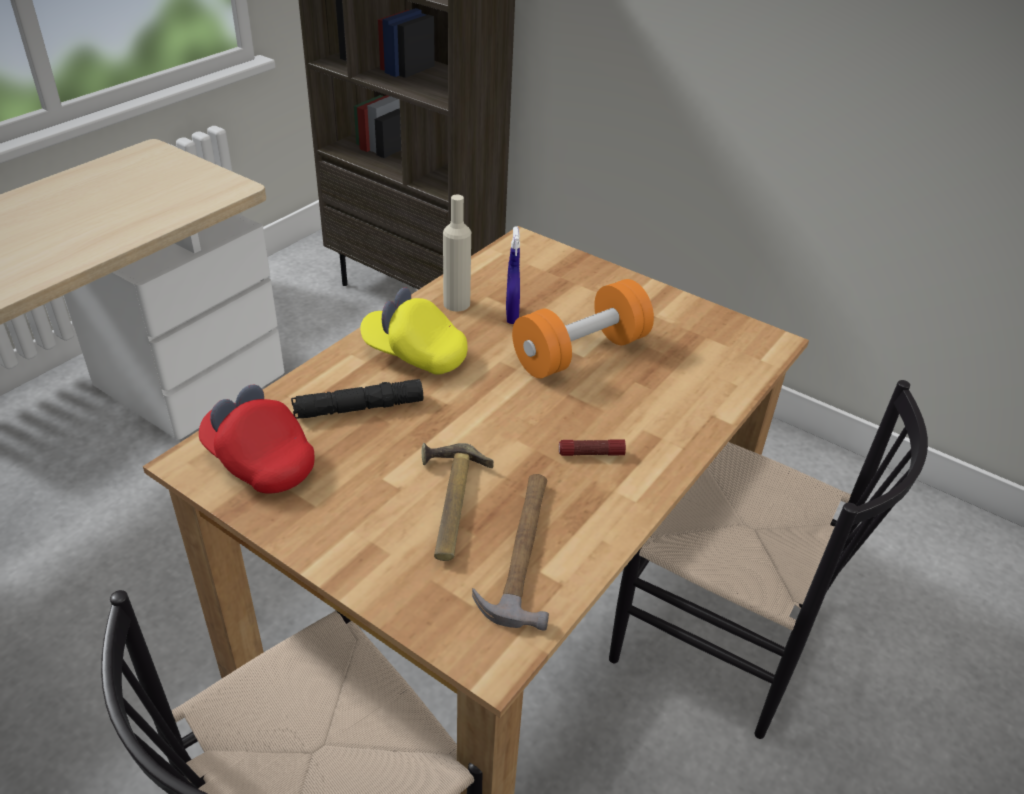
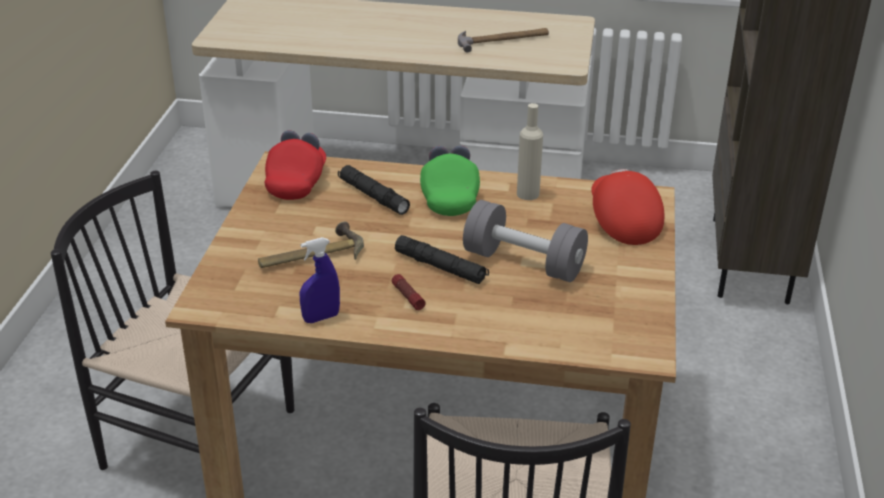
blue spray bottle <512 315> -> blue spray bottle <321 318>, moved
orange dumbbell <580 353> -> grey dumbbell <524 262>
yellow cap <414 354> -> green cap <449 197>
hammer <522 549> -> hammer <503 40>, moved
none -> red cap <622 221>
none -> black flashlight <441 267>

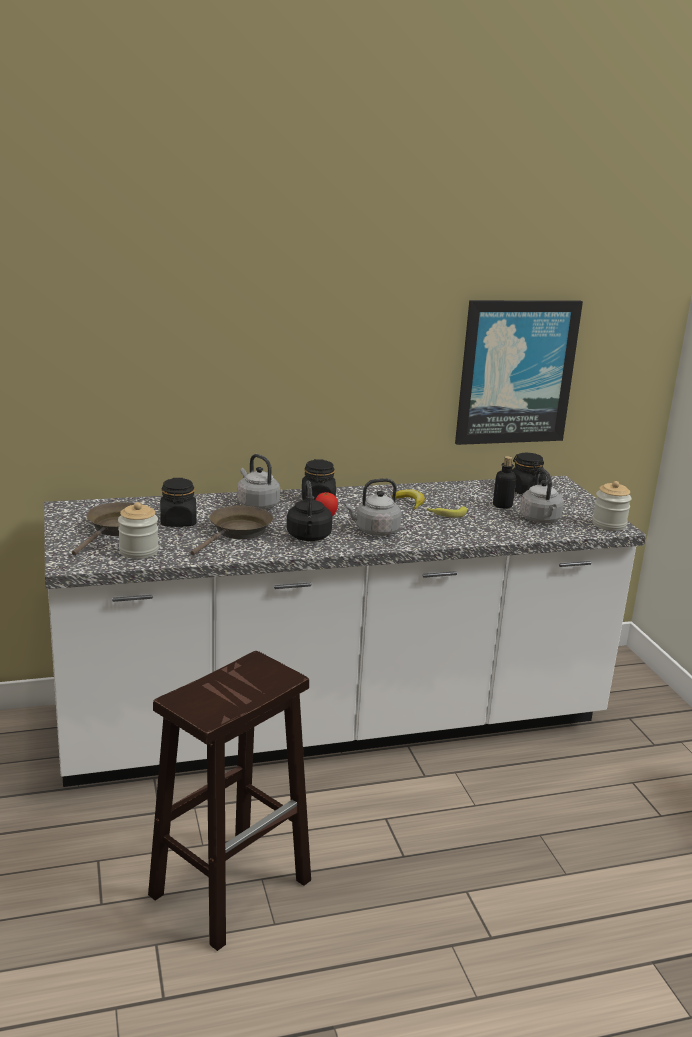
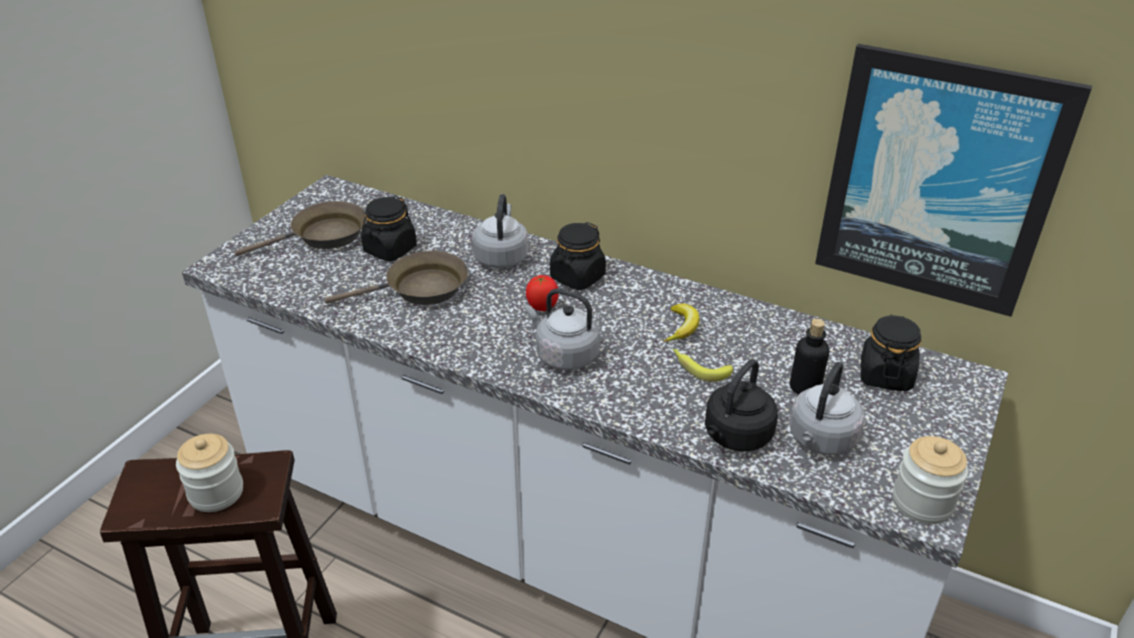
black kettle <309 537> -> black kettle <735 436>, moved
jar <138 551> -> jar <216 493>, moved

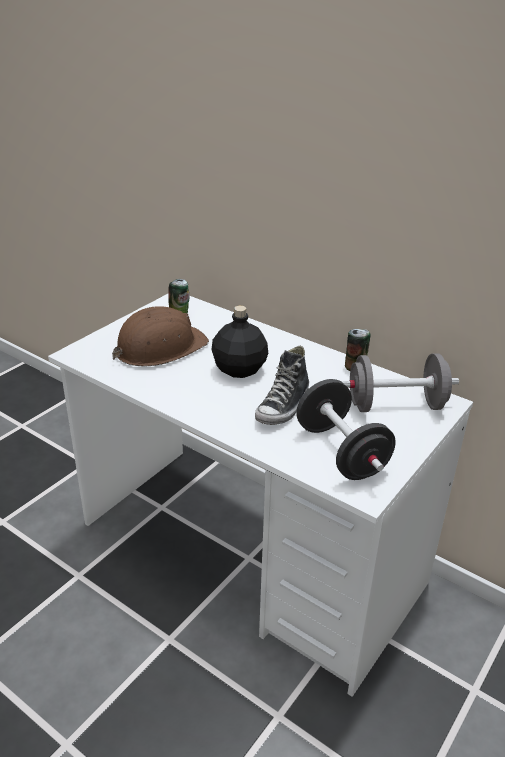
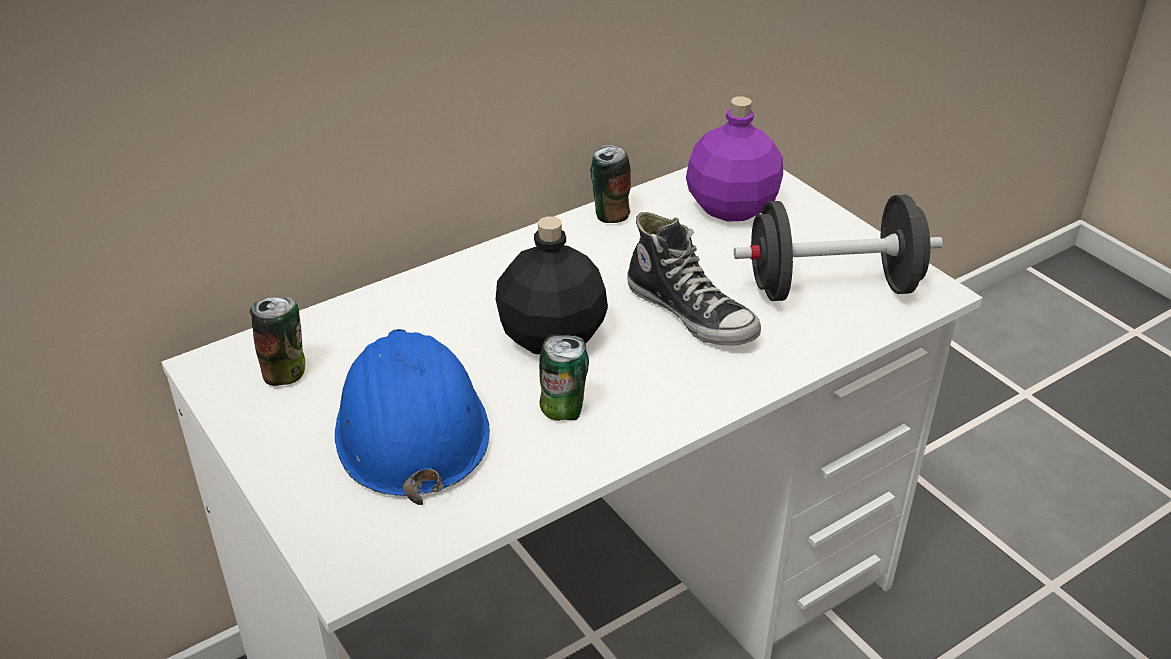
brown hard hat <159 348> -> blue hard hat <410 426>
grey dumbbell <395 405> -> purple bottle <732 208>
none -> can <563 411>

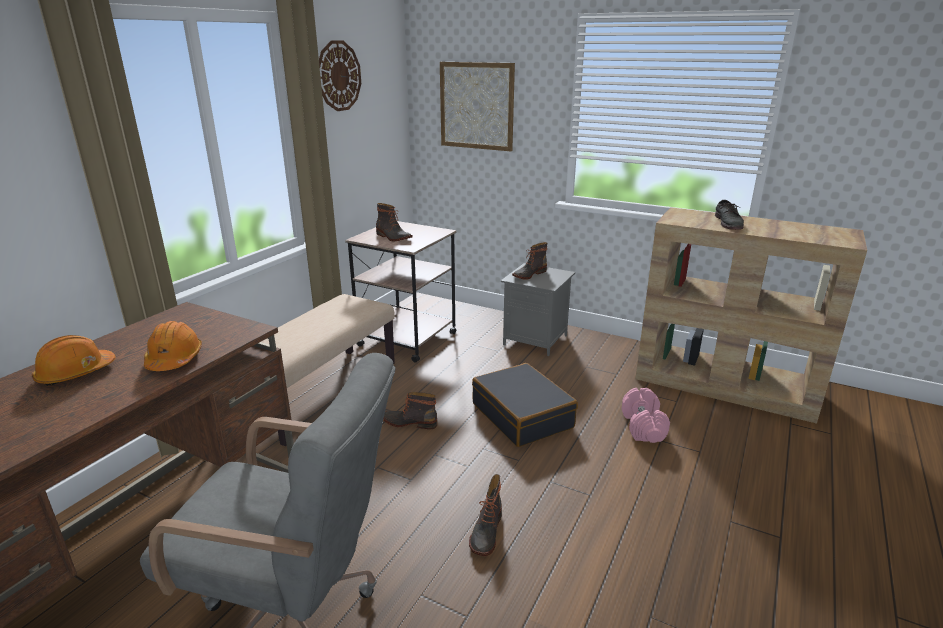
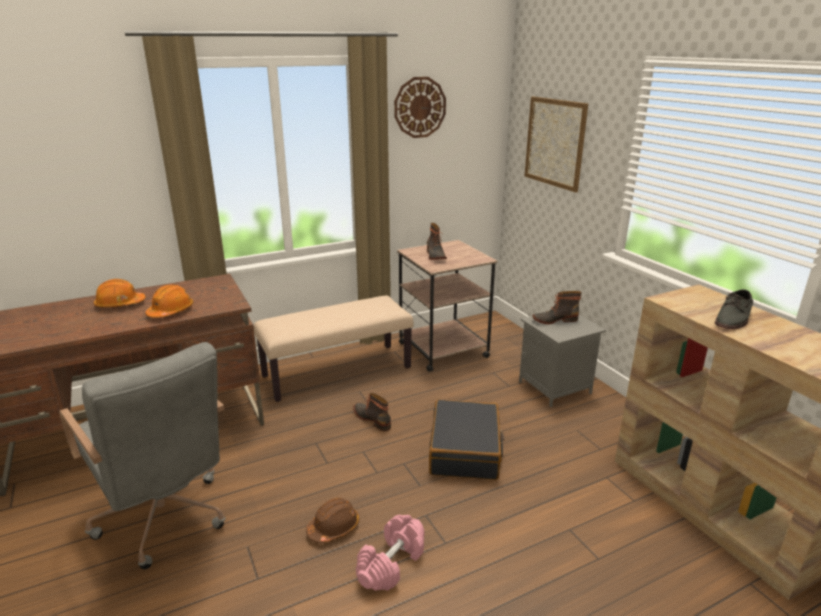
pink dumbbell <643 426> -> pink dumbbell <391 564>, moved
boot <485 532> -> brown hard hat <333 528>

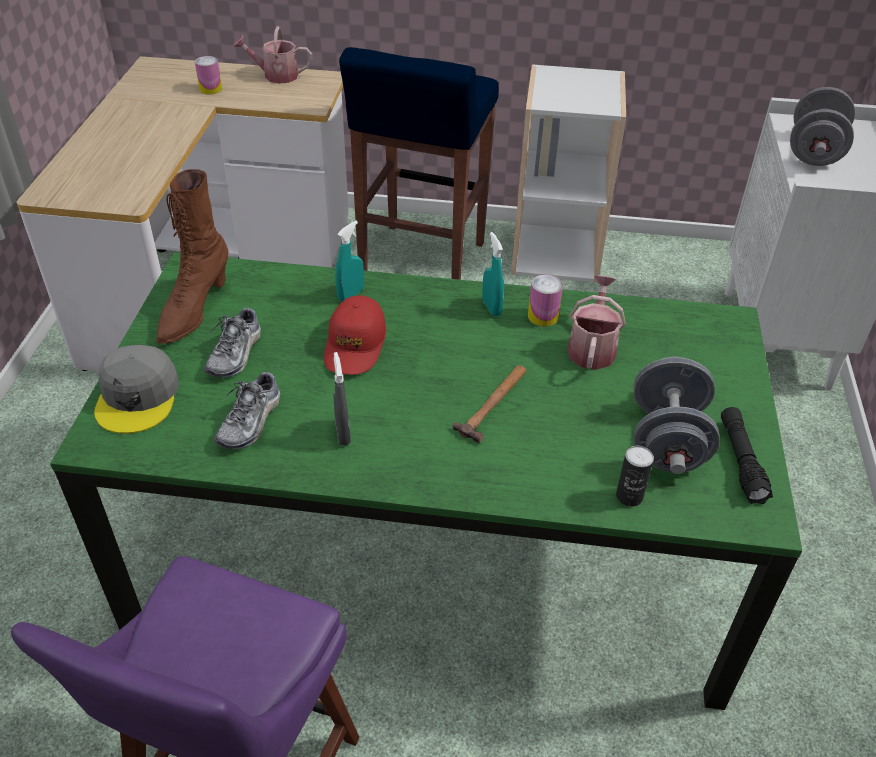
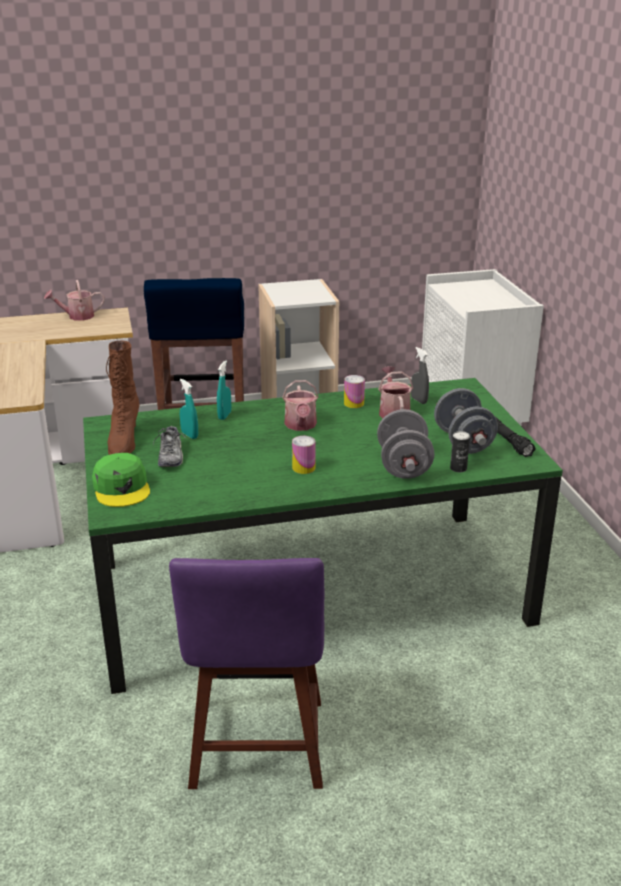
can <210 89> -> can <303 468>, moved
grey dumbbell <814 152> -> grey dumbbell <403 466>, moved
turquoise spray bottle <491 308> -> turquoise spray bottle <189 435>, moved
red cap <355 345> -> none
grey cap <138 396> -> green cap <122 488>
grey spray bottle <343 433> -> grey spray bottle <418 400>, moved
hammer <494 404> -> none
shoe <250 422> -> none
none -> watering can <301 426>

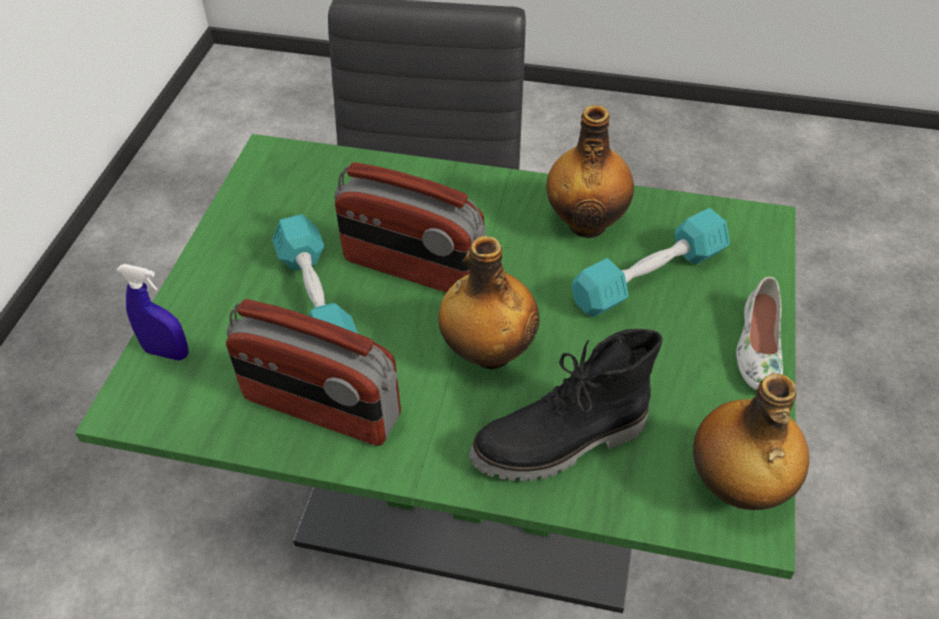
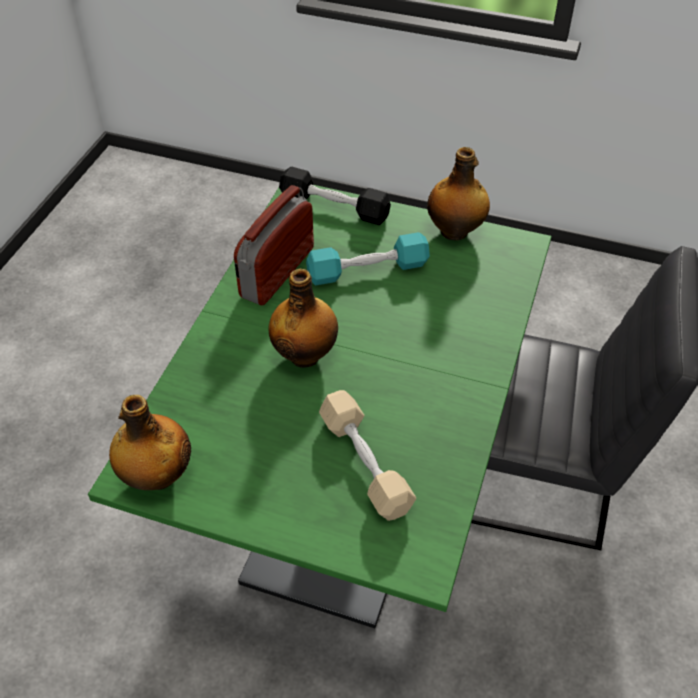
bottle <587 223> -> bottle <455 231>, moved
radio <413 268> -> none
turquoise dumbbell <649 277> -> beige dumbbell <365 463>
blue spray bottle <167 352> -> black dumbbell <334 207>
white shoe <758 347> -> none
black boot <560 445> -> none

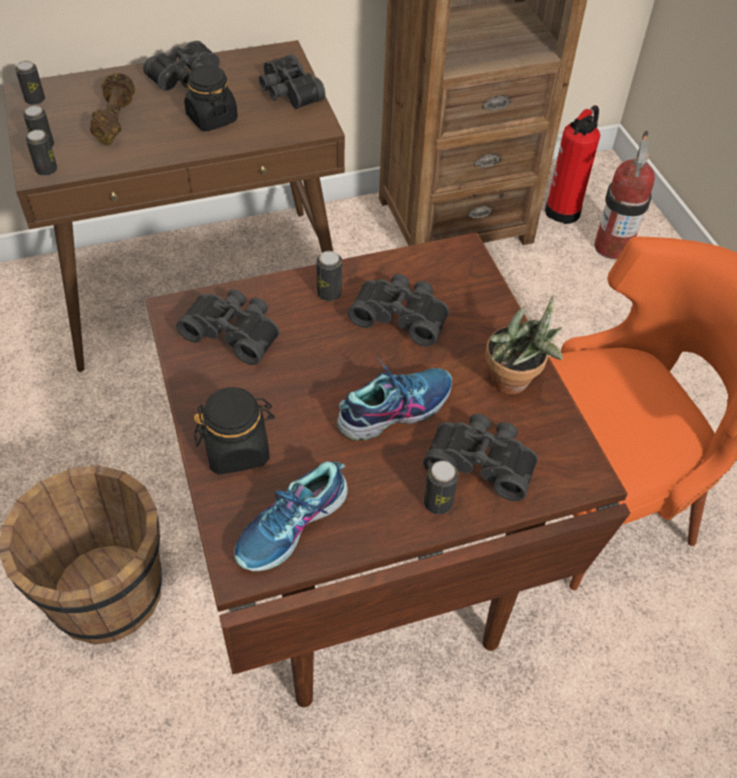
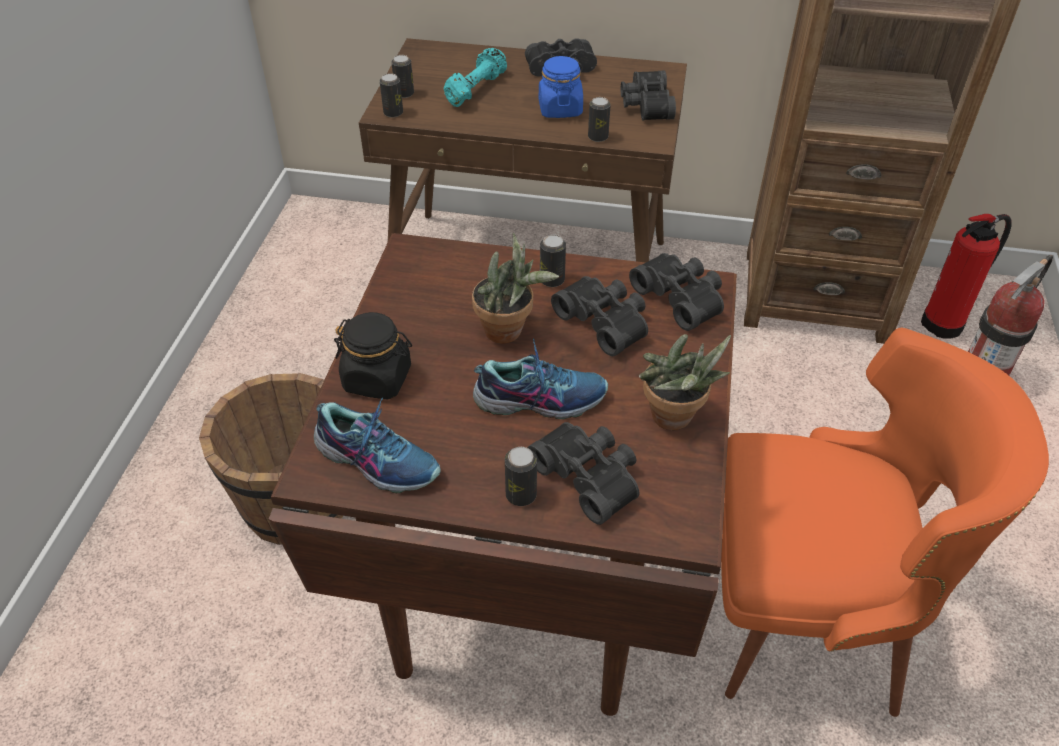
can <35 100> -> can <598 137>, moved
black jar <212 118> -> blue jar <560 109>
brown dumbbell <114 120> -> turquoise dumbbell <475 89>
black binoculars <234 332> -> black binoculars <681 297>, moved
shoe <293 526> -> shoe <378 460>, 135 degrees counterclockwise
none -> potted plant <509 332>

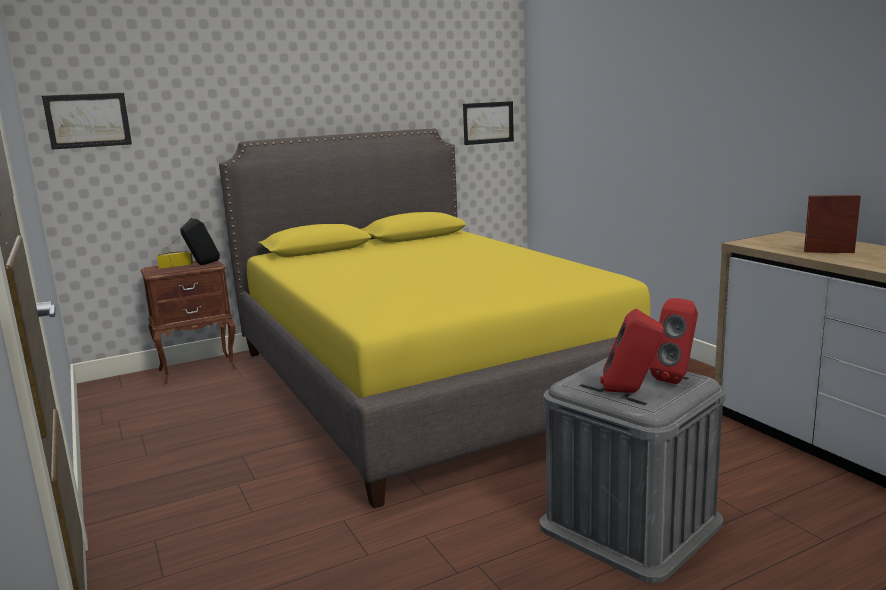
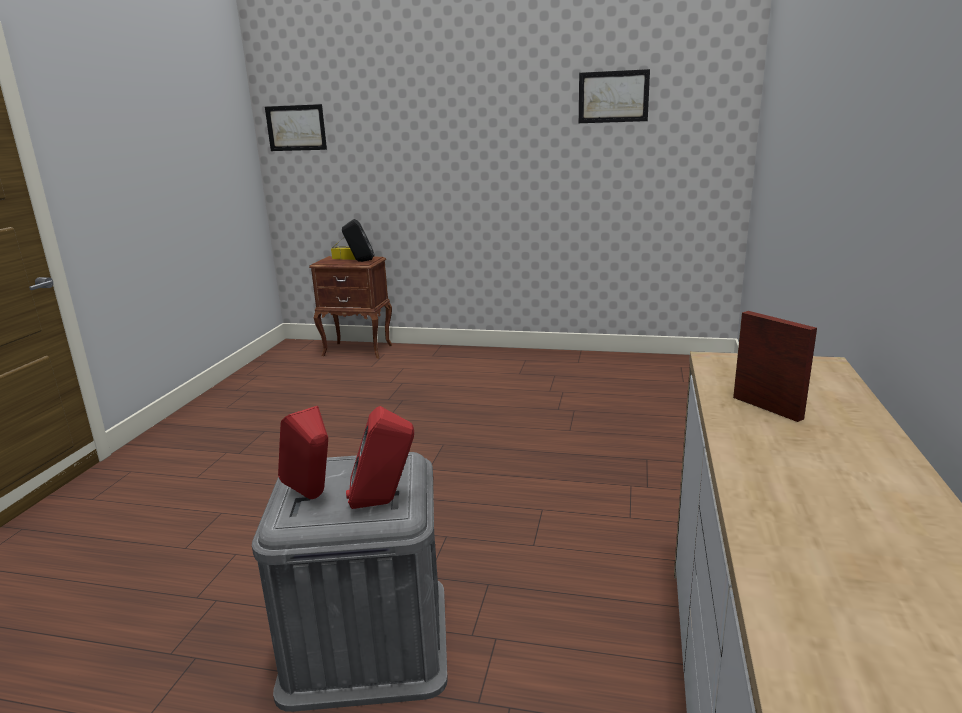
picture <488 123> -> picture <613 96>, moved
yellow bed <426 380> -> none

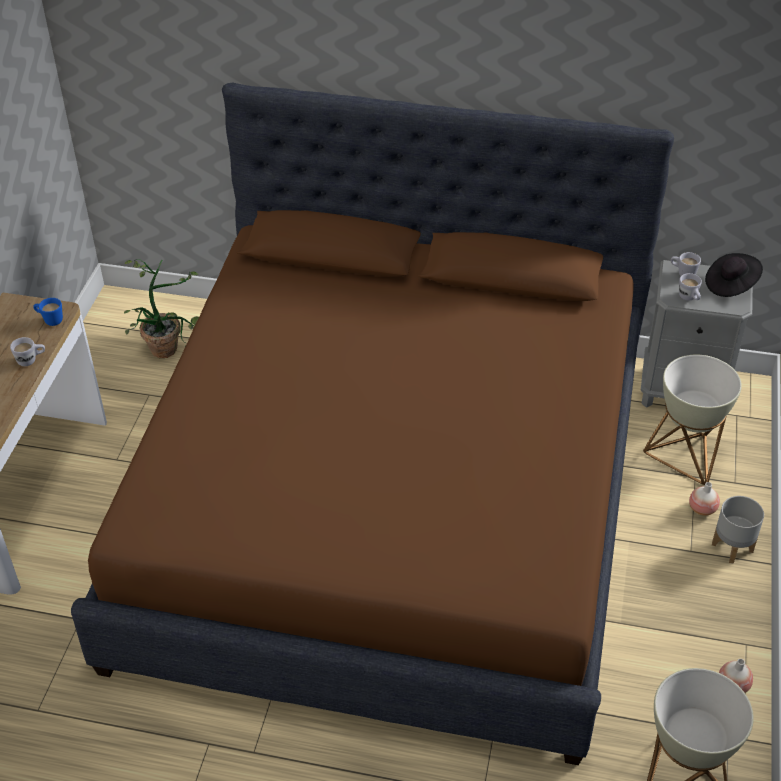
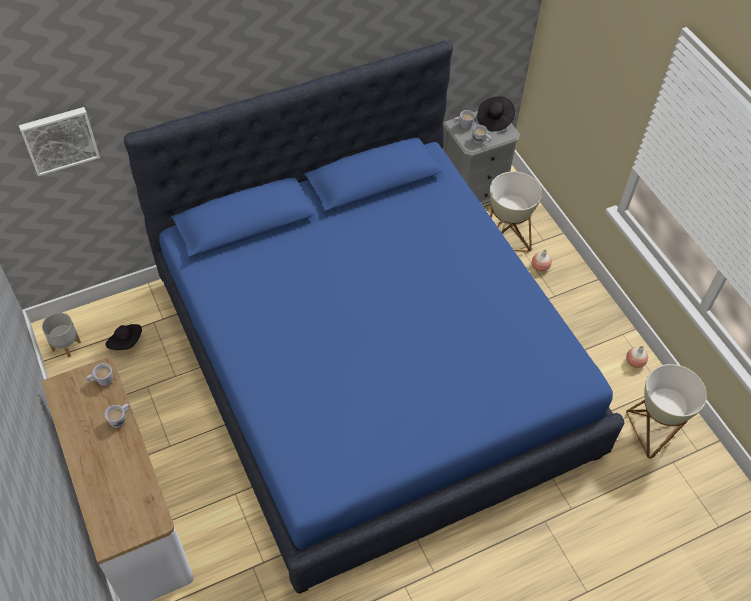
brown bed <391 501> -> blue bed <371 365>
potted plant <169 345> -> black hat <126 342>
blue mug <50 320> -> white mug <102 381>
grey planter <733 548> -> grey planter <67 346>, moved
none -> picture <59 139>

